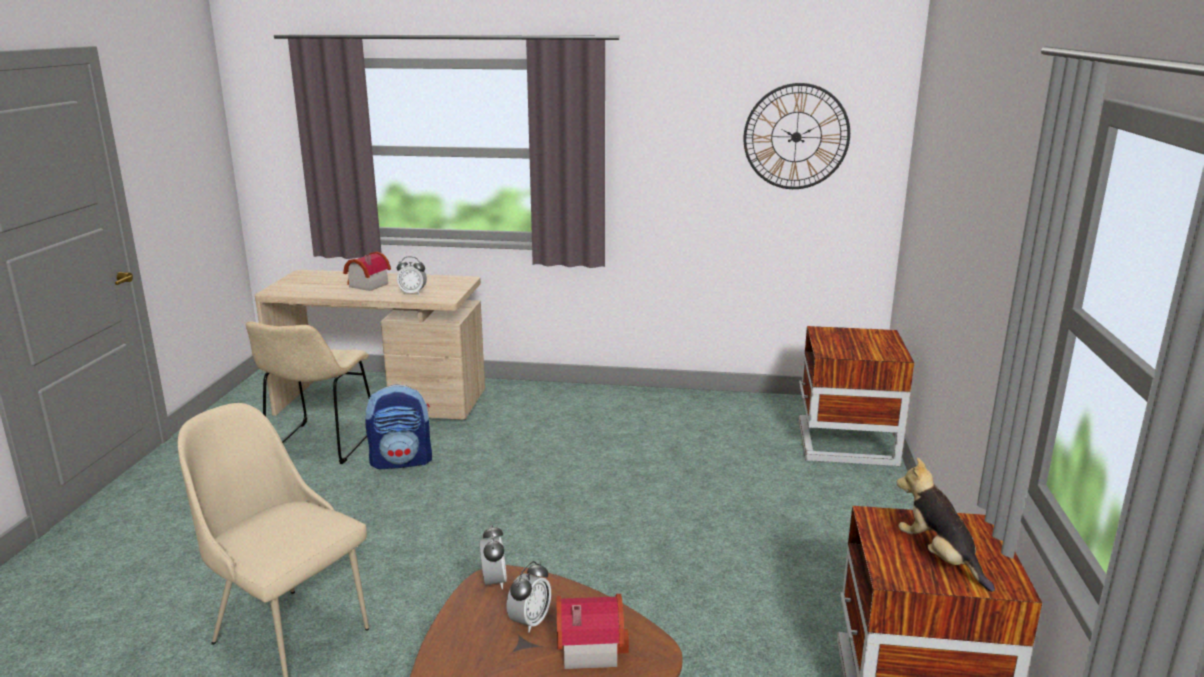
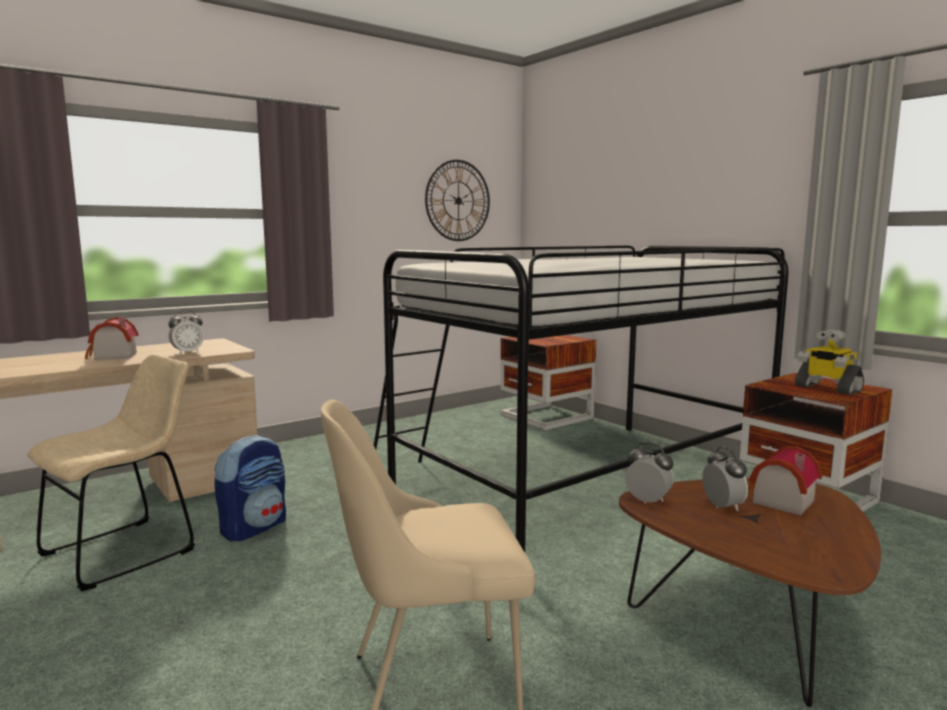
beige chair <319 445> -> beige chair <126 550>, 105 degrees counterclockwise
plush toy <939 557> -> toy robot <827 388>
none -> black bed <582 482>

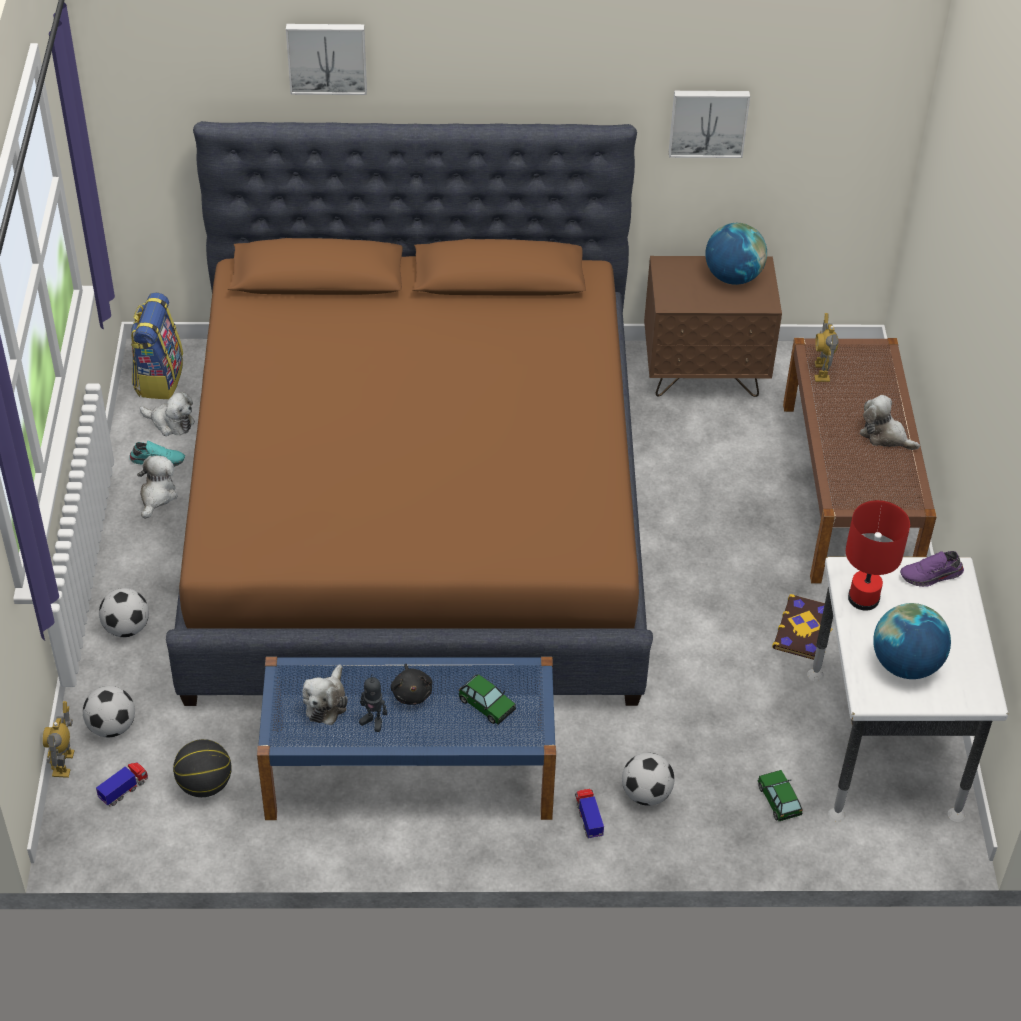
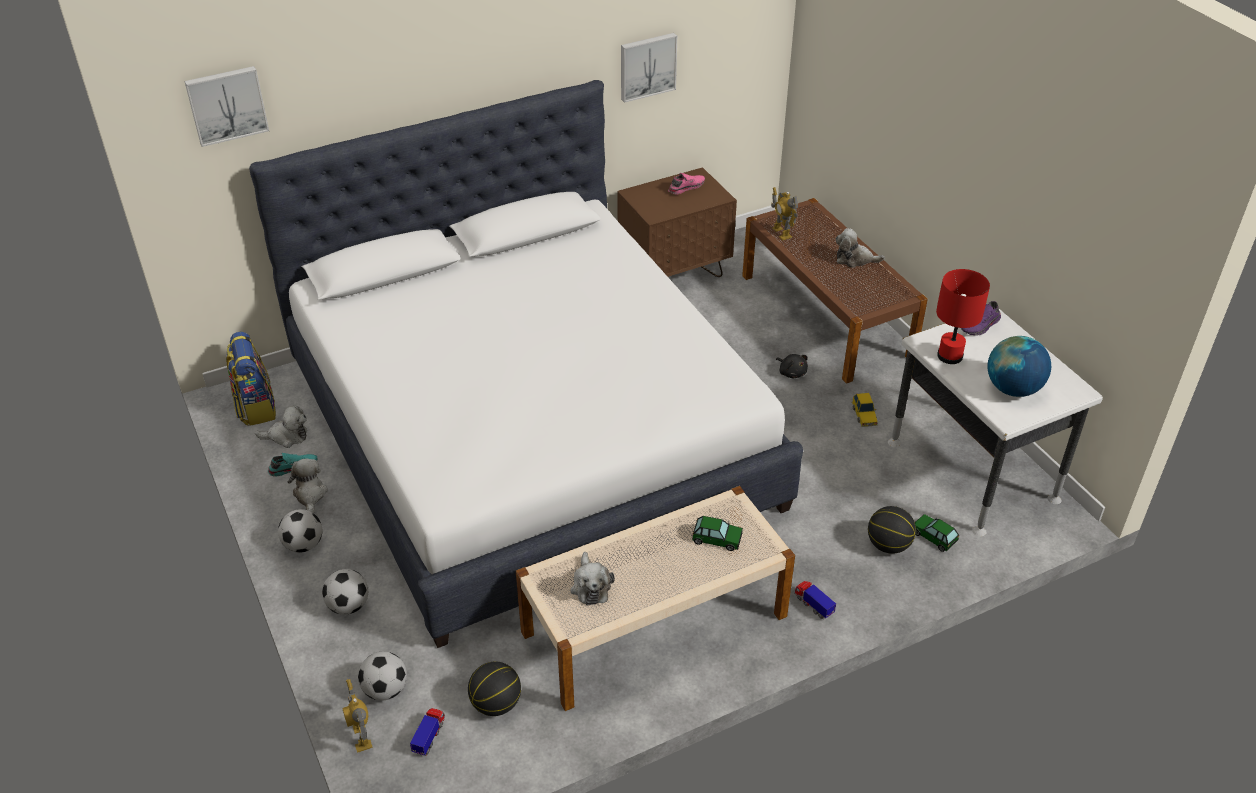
picture <327 57> -> picture <226 104>, moved
brown bed <416 510> -> white bed <529 433>
globe <733 277> -> pink shoe <685 187>
book <804 629> -> toy car <864 415>
blue bench <410 769> -> beige bench <654 623>
black plush toy <412 693> -> black plush toy <791 372>, moved
toy robot <373 721> -> none
football <646 794> -> football <303 545>, moved
none -> basketball <888 545>

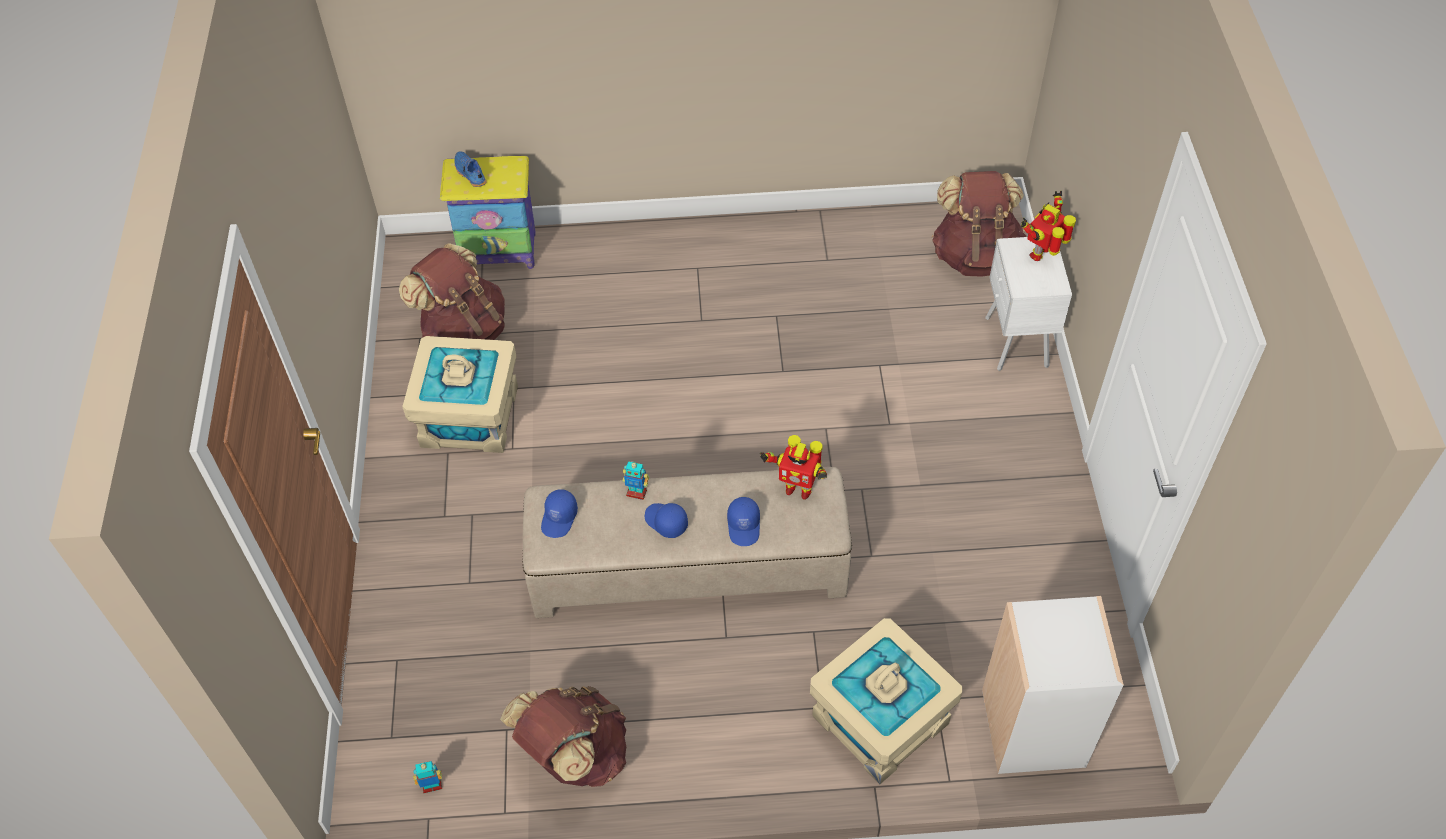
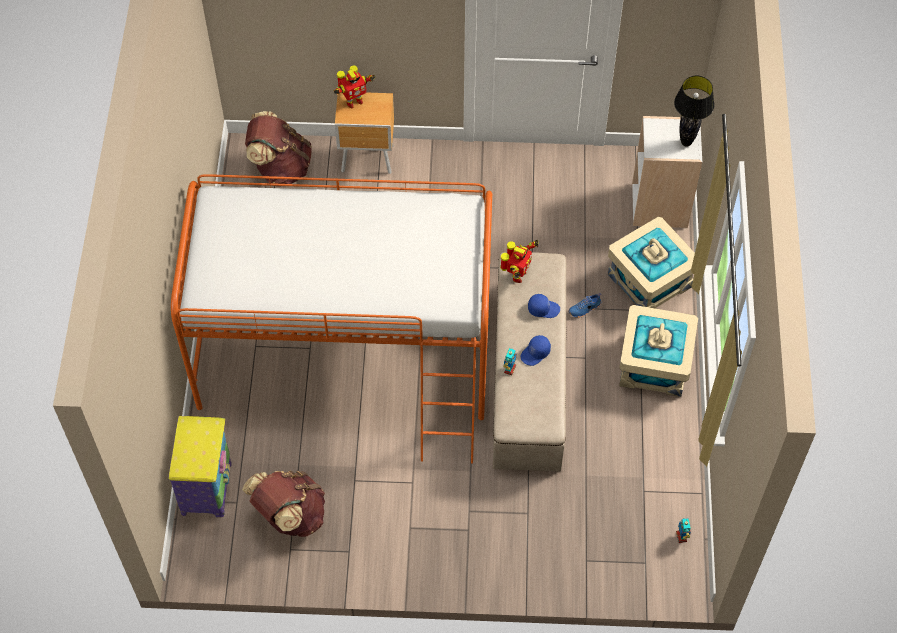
blue shoe <469 173> -> blue shoe <585 309>, moved
toy robot <1042 253> -> toy robot <353 102>, 75 degrees counterclockwise
white nightstand <1015 344> -> brown nightstand <368 159>
beige storage box <469 417> -> beige storage box <654 365>, moved
blue cap <560 518> -> none
brown backpack <574 755> -> none
none -> black table lamp <686 143>
none -> orange bed <349 351>

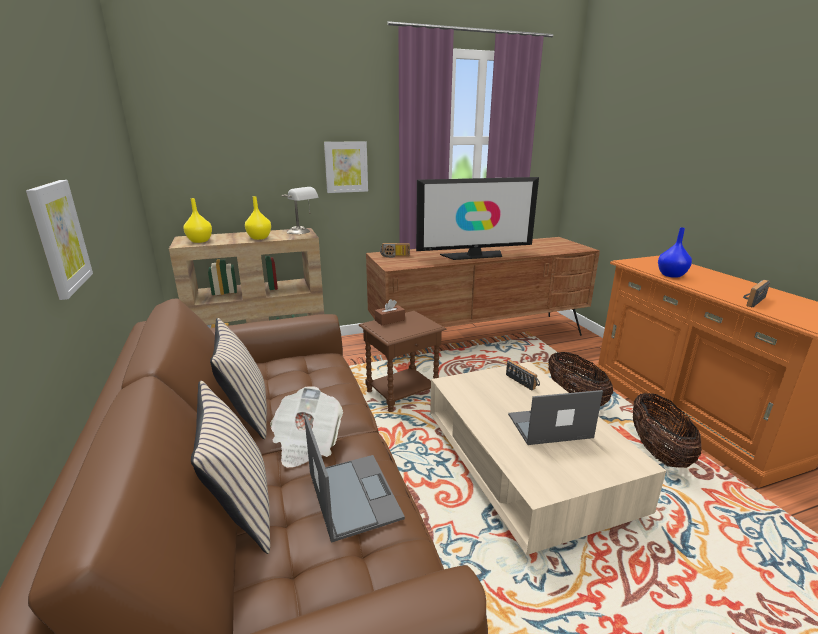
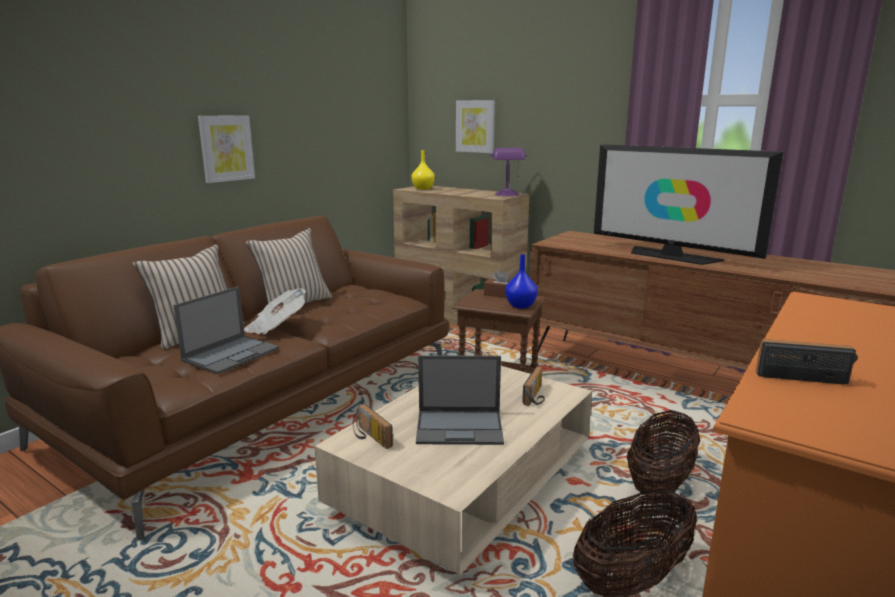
picture <346 167> -> picture <475 126>, moved
white table lamp <302 232> -> purple table lamp <507 195>
yellow vase <259 238> -> none
blue vase <670 275> -> blue vase <520 305>, moved
radio <394 256> -> radio <369 437>, moved
laptop <548 426> -> laptop <460 427>, 135 degrees clockwise

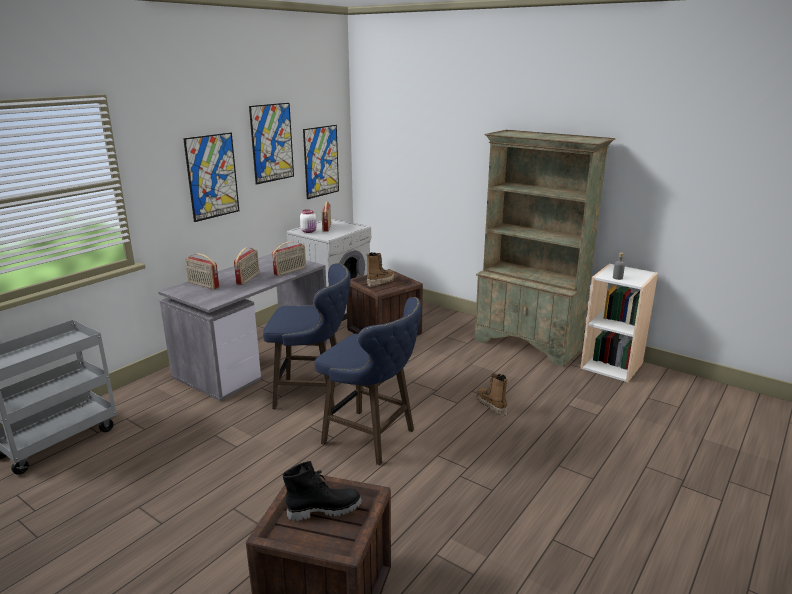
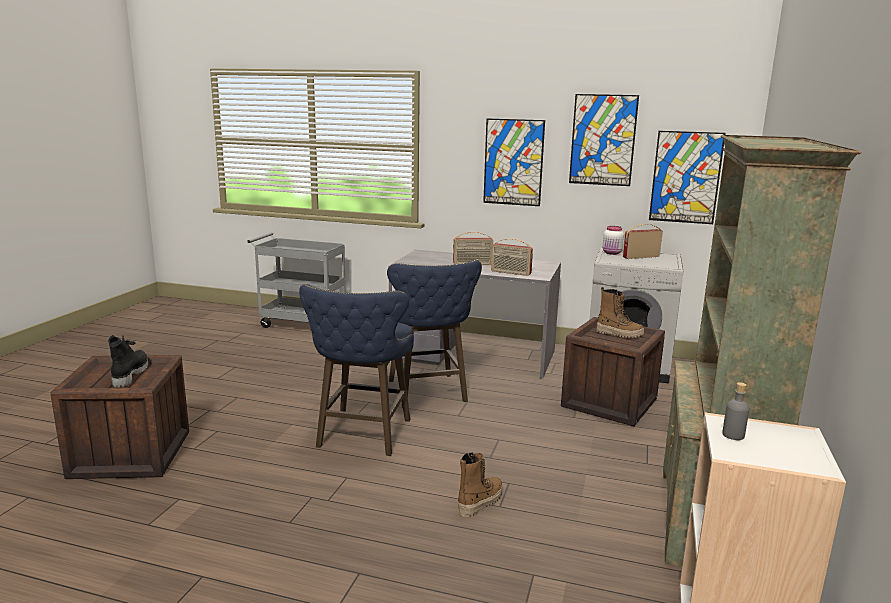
radio <203 285> -> none
black boot <324 509> -> black boot <129 374>, 150 degrees counterclockwise

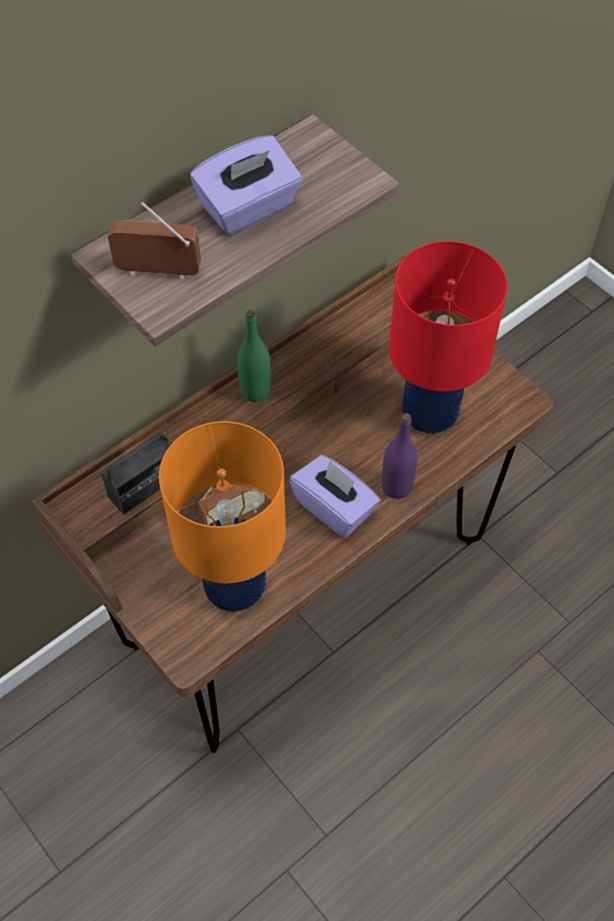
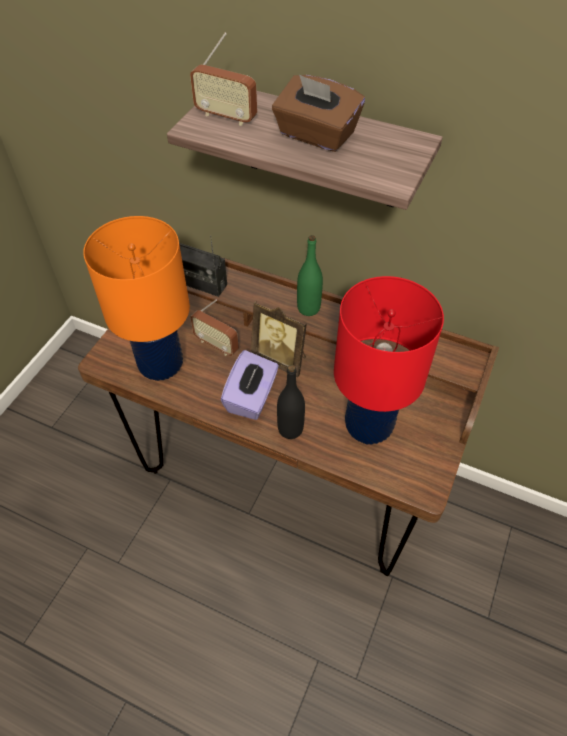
purple tissue box <248 208> -> brown tissue box <316 135>
radio <158 271> -> radio <226 117>, 135 degrees clockwise
purple bottle <397 486> -> black bottle <290 429>
none -> picture frame <281 359>

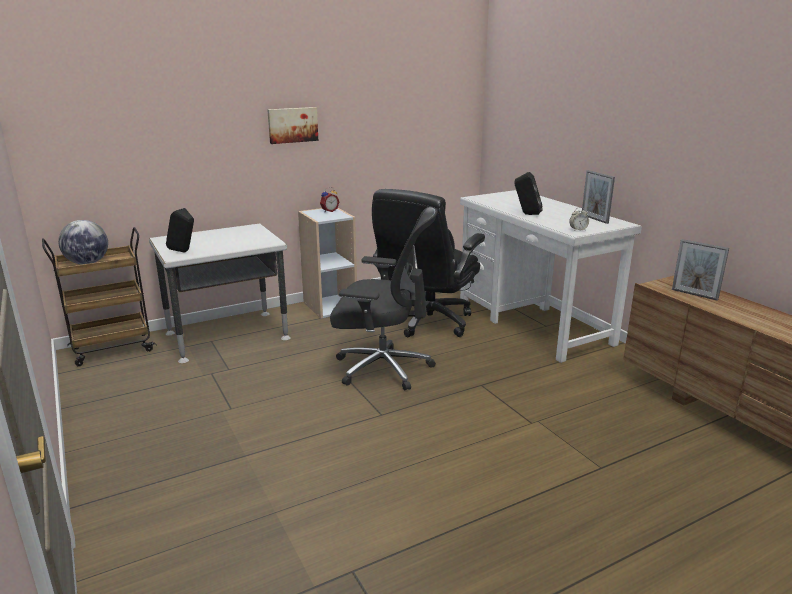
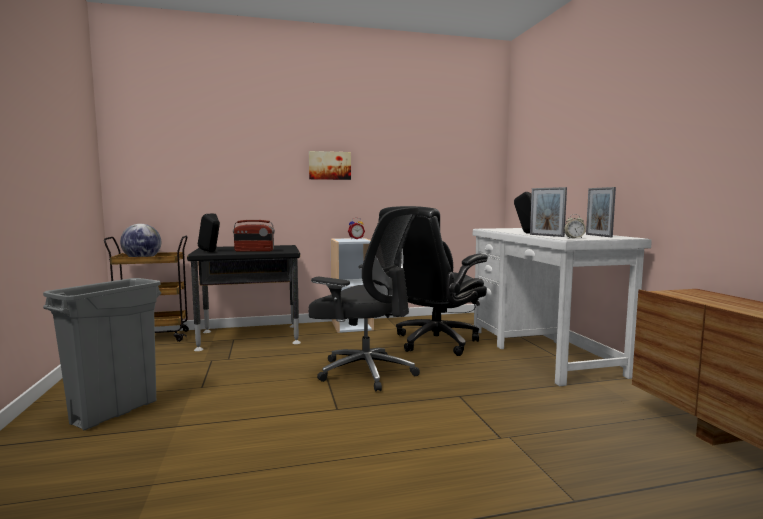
white desk <227 335> -> black desk <250 336>
picture frame <694 294> -> picture frame <546 235>, moved
none -> radio <254 251>
none -> grey trash can <115 412>

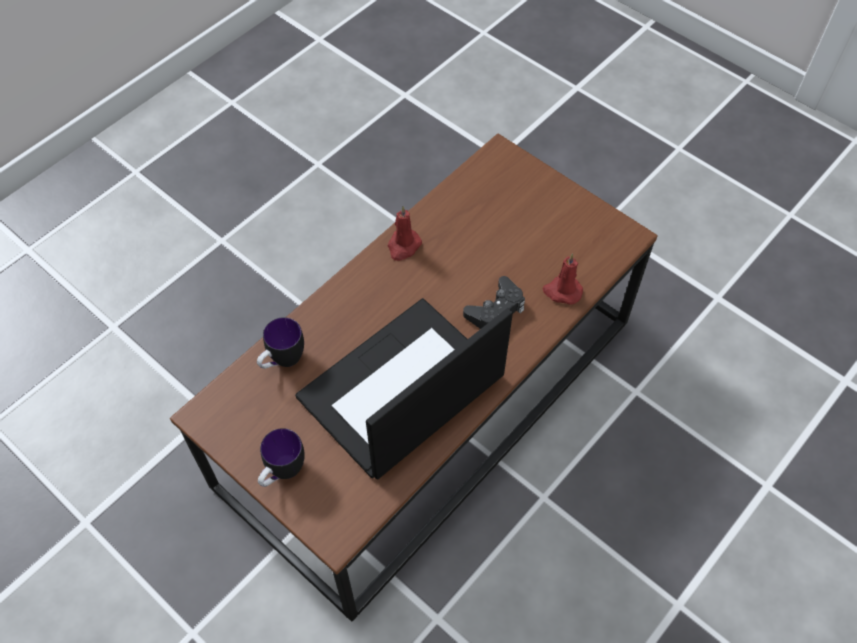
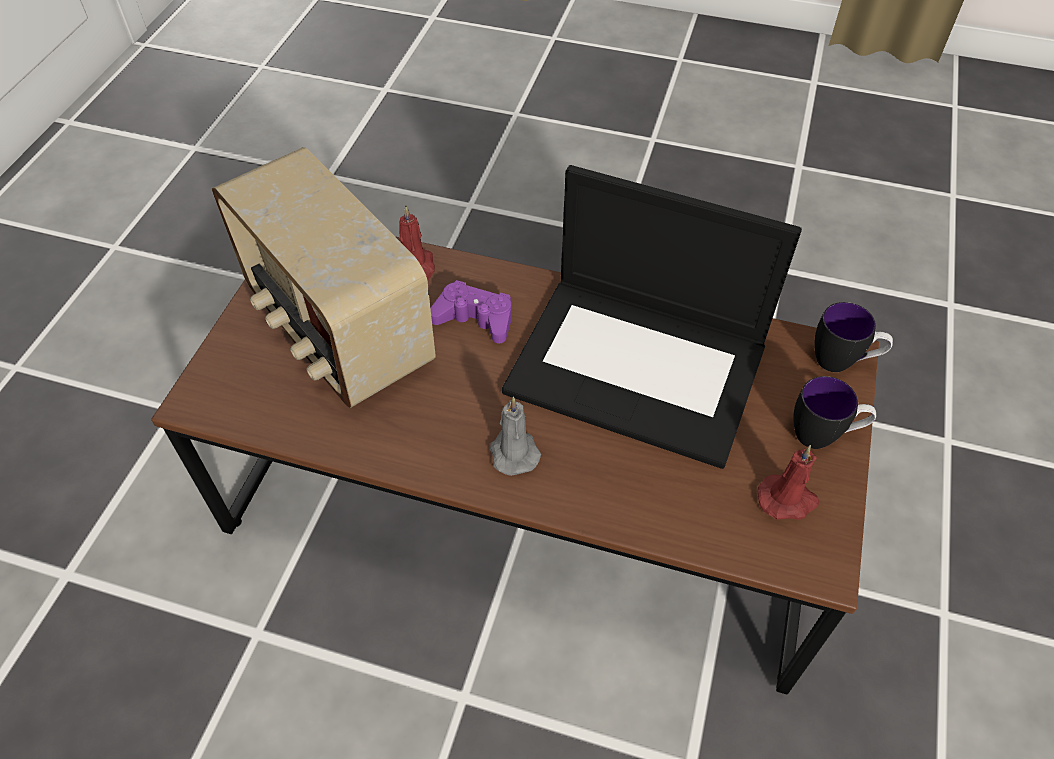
red candle <403 246> -> red candle <787 499>, moved
black game controller <496 310> -> purple game controller <475 318>
mug <282 362> -> mug <842 362>, moved
none -> radio <337 331>
none -> grey candle <513 451>

